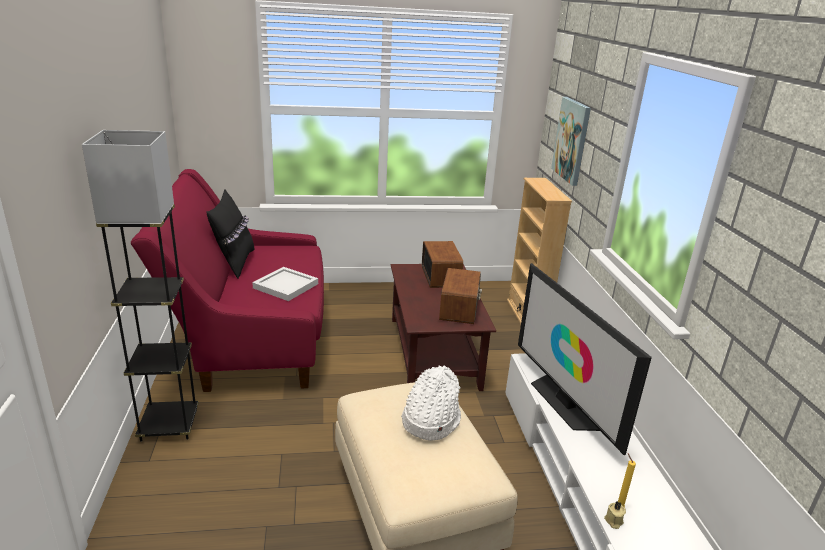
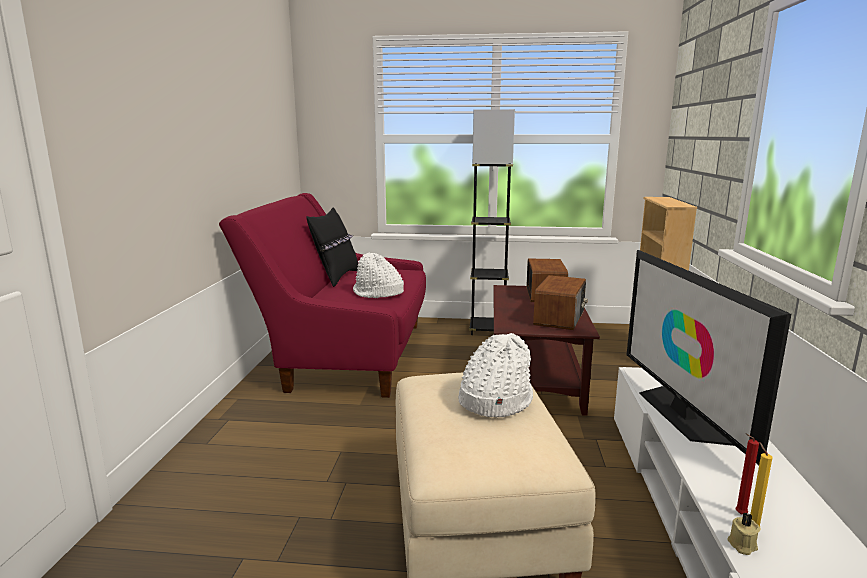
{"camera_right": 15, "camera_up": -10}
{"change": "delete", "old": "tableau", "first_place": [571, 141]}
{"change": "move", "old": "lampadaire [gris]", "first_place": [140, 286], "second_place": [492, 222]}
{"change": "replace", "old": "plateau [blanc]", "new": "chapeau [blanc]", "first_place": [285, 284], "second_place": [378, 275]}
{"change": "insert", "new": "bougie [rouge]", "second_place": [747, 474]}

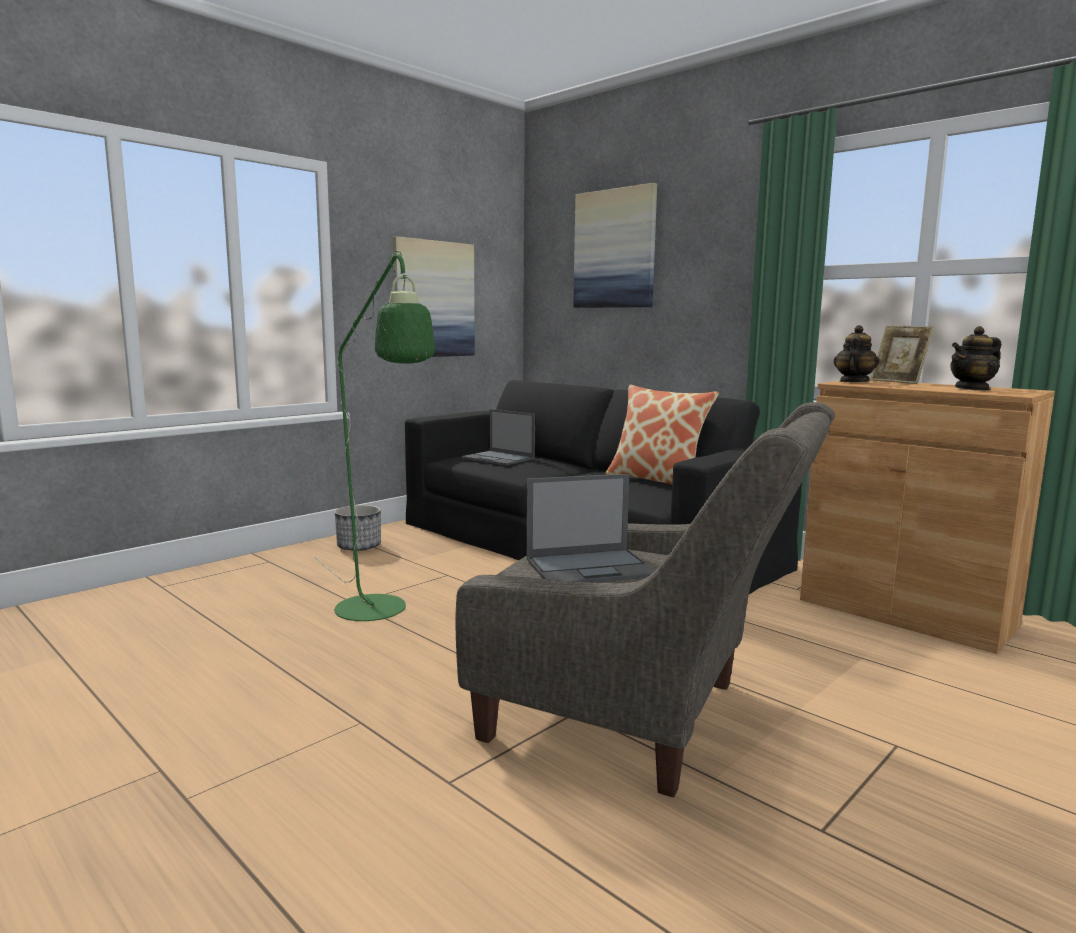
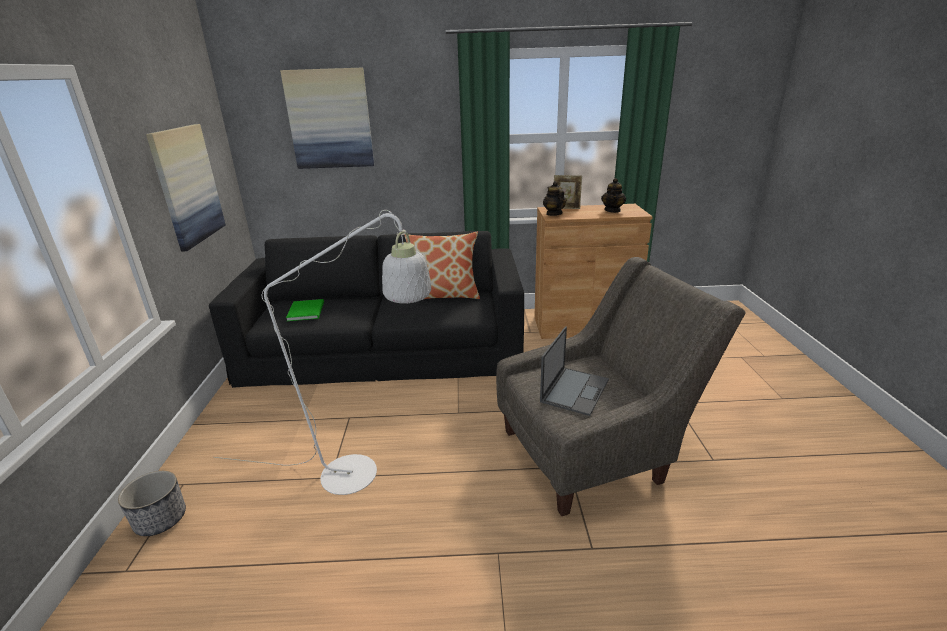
{"camera_right": -45, "camera_up": 15}
{"change": "recolor", "old": "lampadaire [vert]", "new": "lampadaire [blanc]", "first_place": [374, 436], "second_place": [322, 352]}
{"change": "replace", "old": "ordinateur portable", "new": "livre [vert]", "first_place": [498, 437], "second_place": [305, 310]}
{"change": "move", "old": "cache-pot", "first_place": [358, 528], "second_place": [152, 503]}

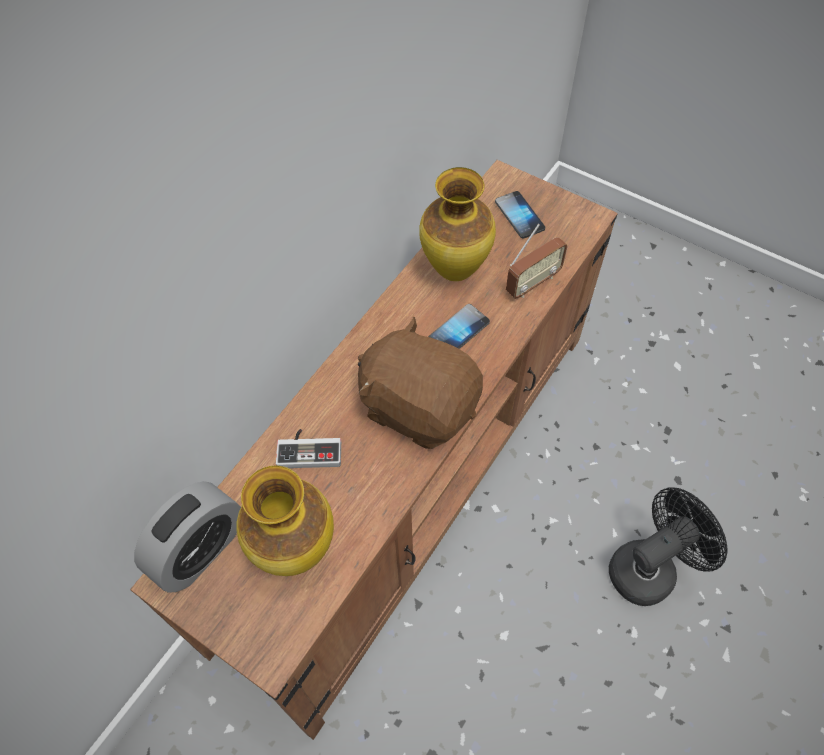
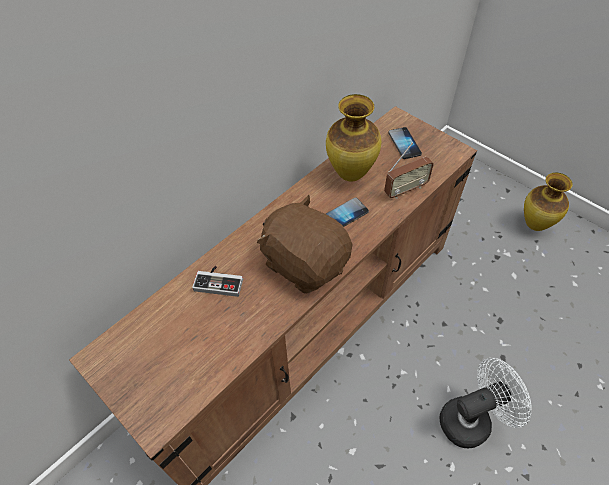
{"camera_right": 10, "camera_up": -5}
{"change": "move", "old": "vase", "first_place": [285, 520], "second_place": [548, 202]}
{"change": "delete", "old": "réveil", "first_place": [187, 537]}
{"change": "recolor", "old": "ventilateur [noir]", "new": "ventilateur [blanc]", "first_place": [668, 546], "second_place": [485, 403]}

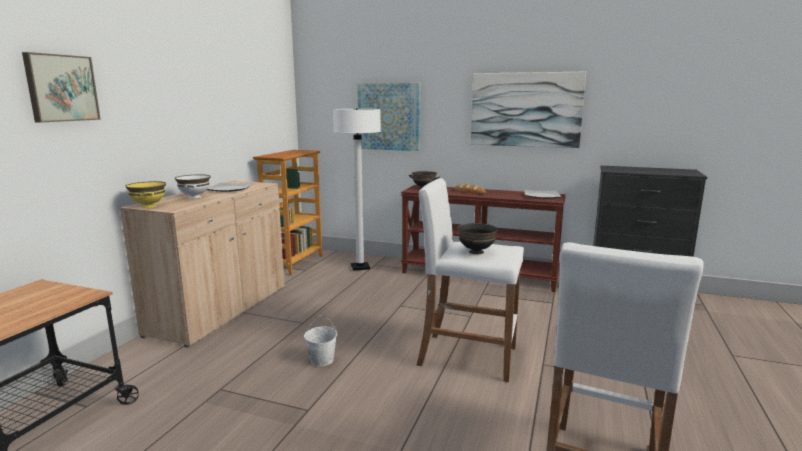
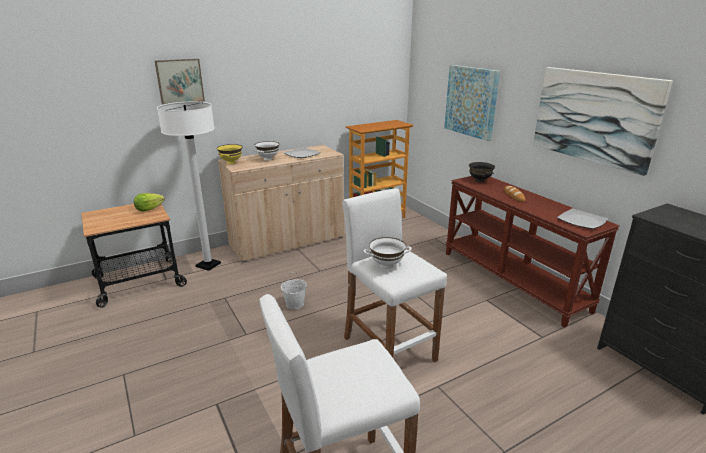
{"camera_right": 40, "camera_up": 10}
{"change": "move", "old": "lampadaire [blanc]", "first_place": [357, 189], "second_place": [189, 186]}
{"change": "recolor", "old": "bol [noir]", "new": "bol [blanc]", "first_place": [477, 238], "second_place": [387, 253]}
{"change": "insert", "new": "laitue", "second_place": [149, 202]}

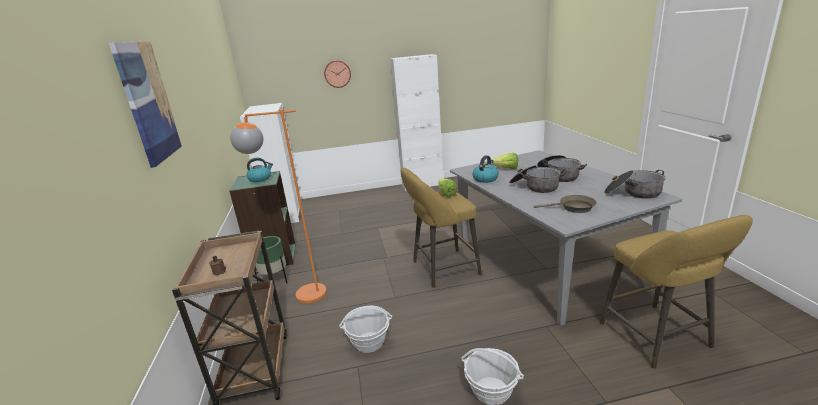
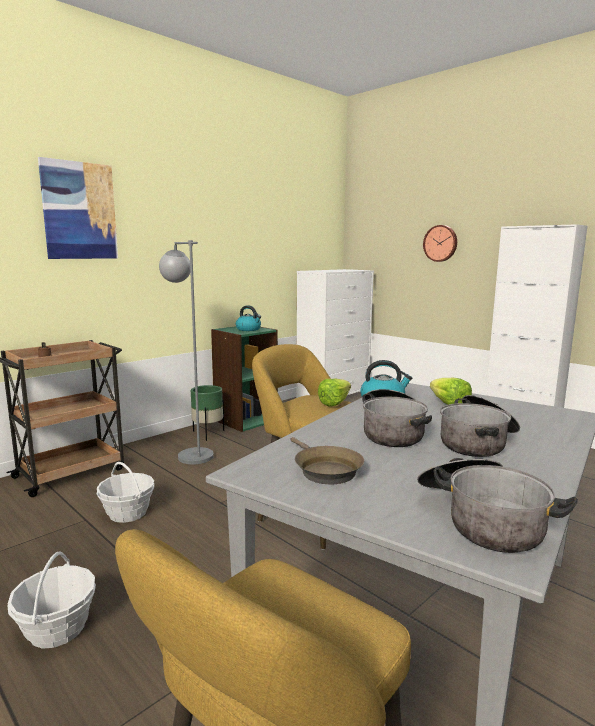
{"camera_right": 55, "camera_up": -10}
{"change": "recolor", "old": "lampadaire [orange]", "new": "lampadaire [gris]", "first_place": [278, 206], "second_place": [186, 352]}

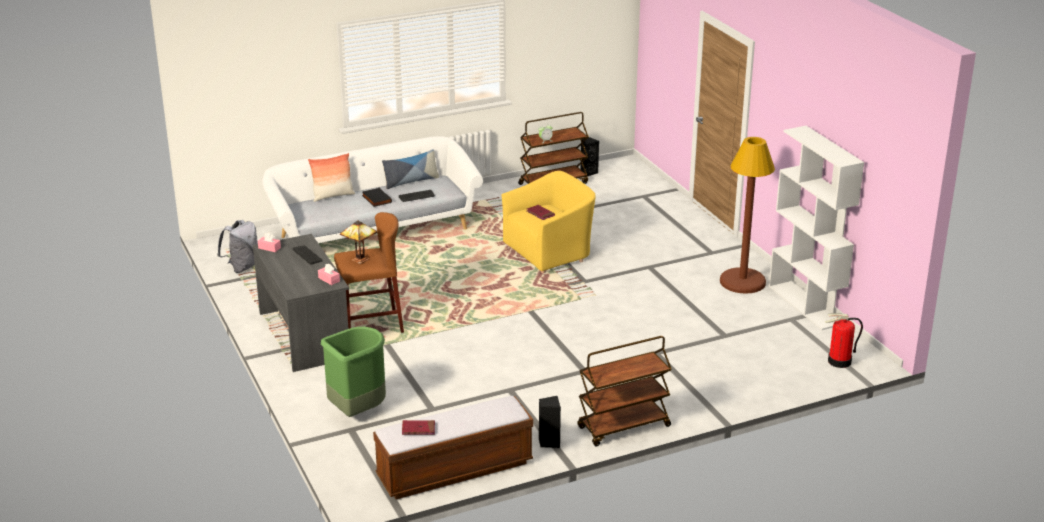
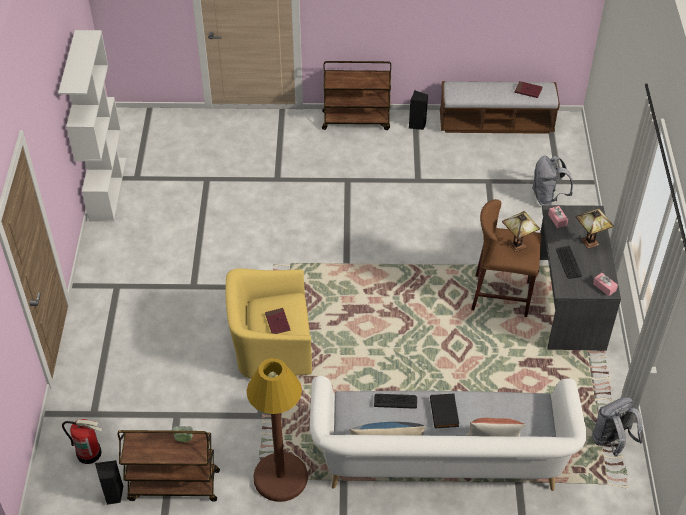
{"camera_right": -155, "camera_up": 20}
{"change": "move", "old": "lampadaire [marron]", "first_place": [747, 215], "second_place": [277, 430]}
{"change": "move", "old": "extincteur", "first_place": [844, 340], "second_place": [82, 441]}
{"change": "replace", "old": "poubelle [vert]", "new": "sac à dos [gris]", "first_place": [353, 372], "second_place": [552, 181]}
{"change": "insert", "new": "lampe de table", "second_place": [594, 228]}

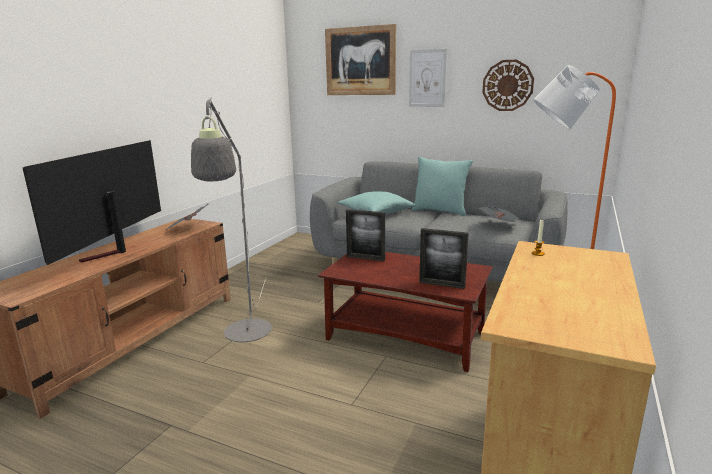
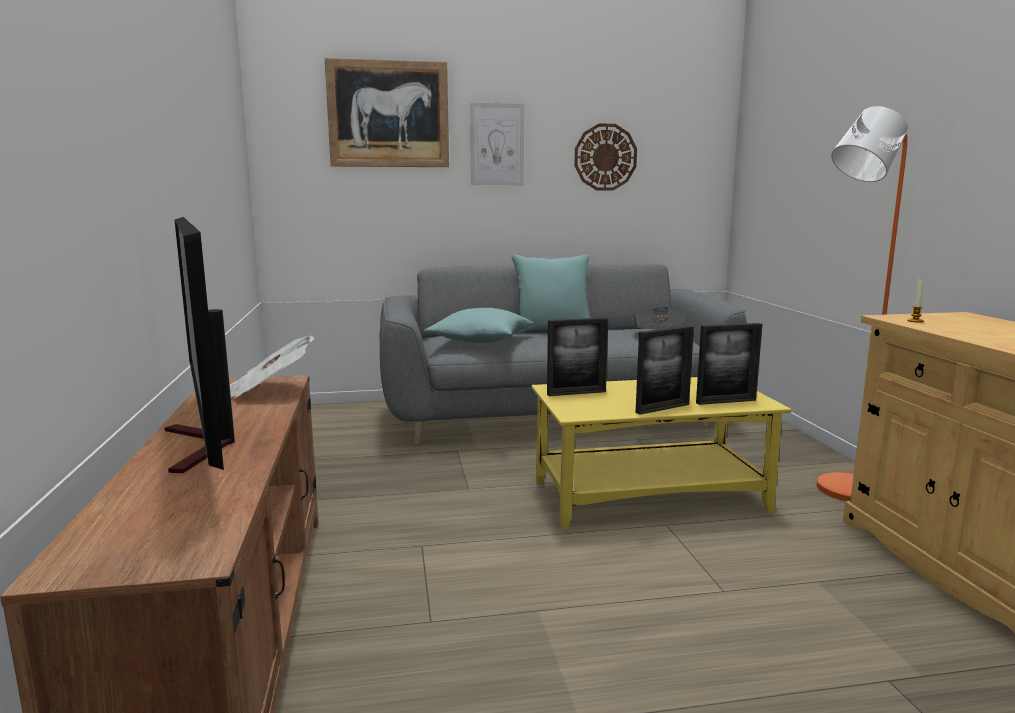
{"camera_right": -35, "camera_up": -5}
{"change": "delete", "old": "lampadaire [gris]", "first_place": [231, 219]}
{"change": "recolor", "old": "table basse [marron]", "new": "table basse [jaune]", "first_place": [405, 312], "second_place": [661, 453]}
{"change": "insert", "new": "cadre photo", "second_place": [664, 370]}

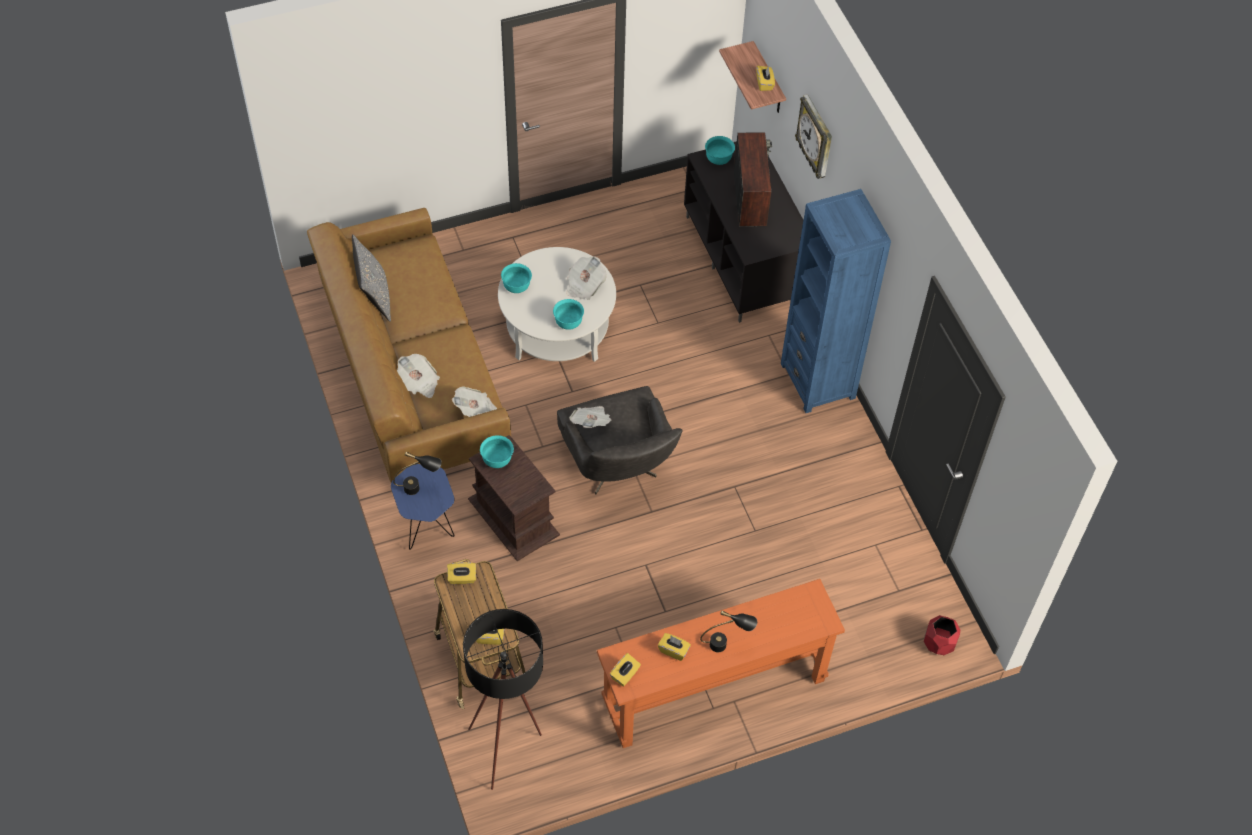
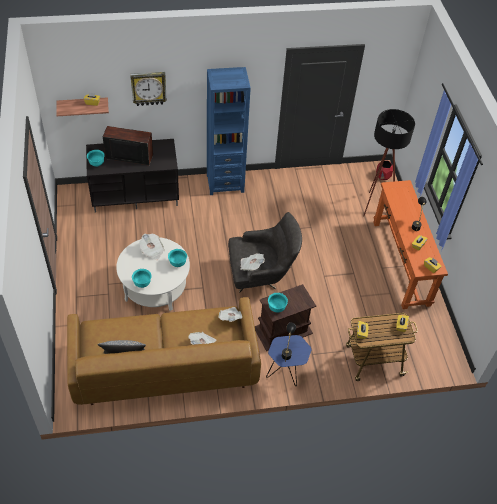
{"camera_right": -80, "camera_up": -5}
{"change": "move", "old": "lampadaire [noir]", "first_place": [503, 699], "second_place": [389, 163]}

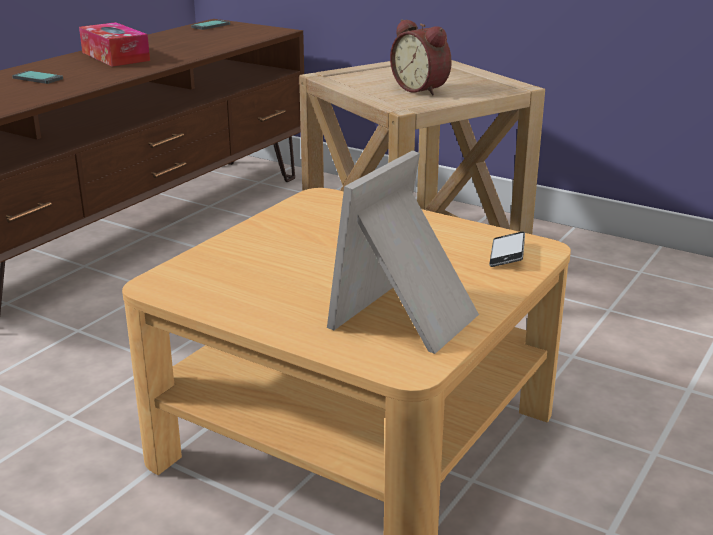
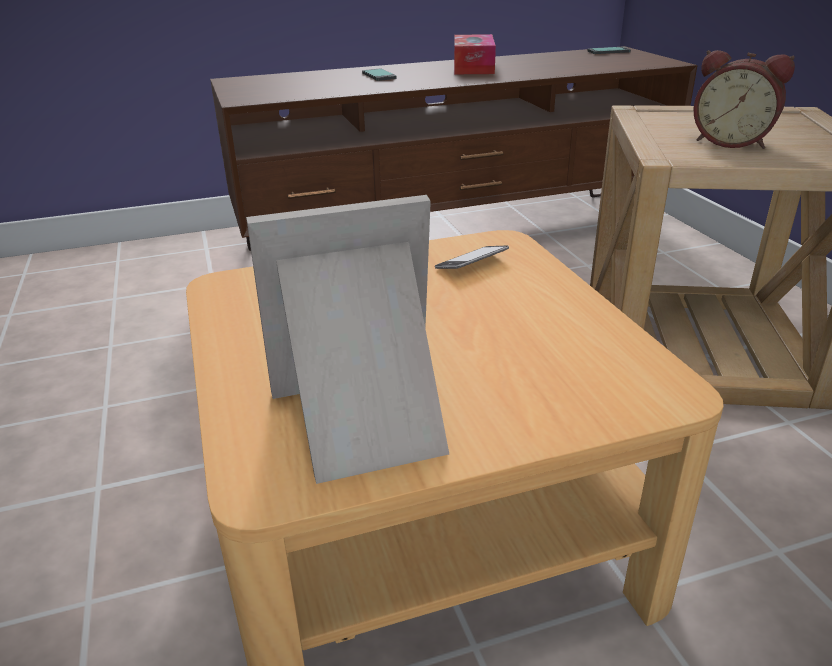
{"camera_right": 40, "camera_up": 5}
{"change": "rotate", "old": "réveil", "first_place": [421, 57], "second_place": [744, 99], "degrees": -60}
{"change": "move", "old": "téléphone", "first_place": [507, 249], "second_place": [472, 257]}

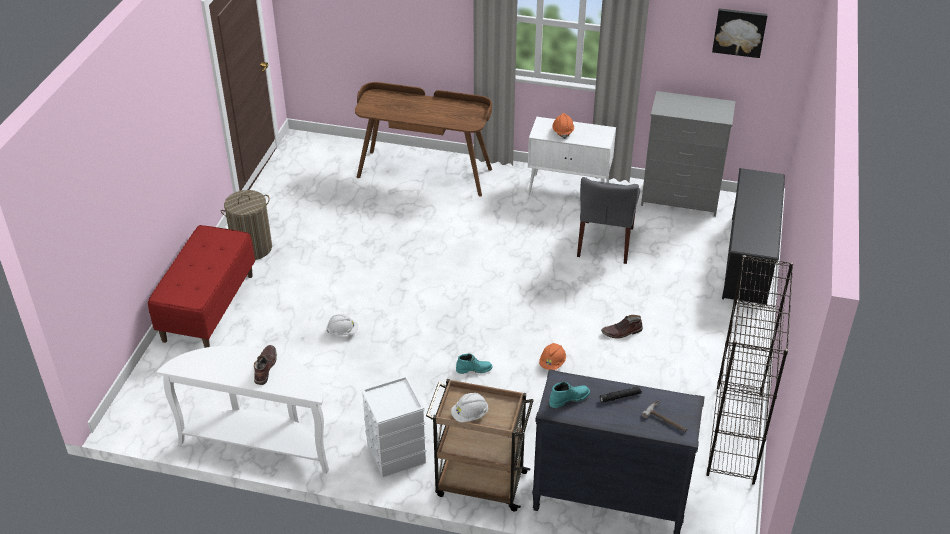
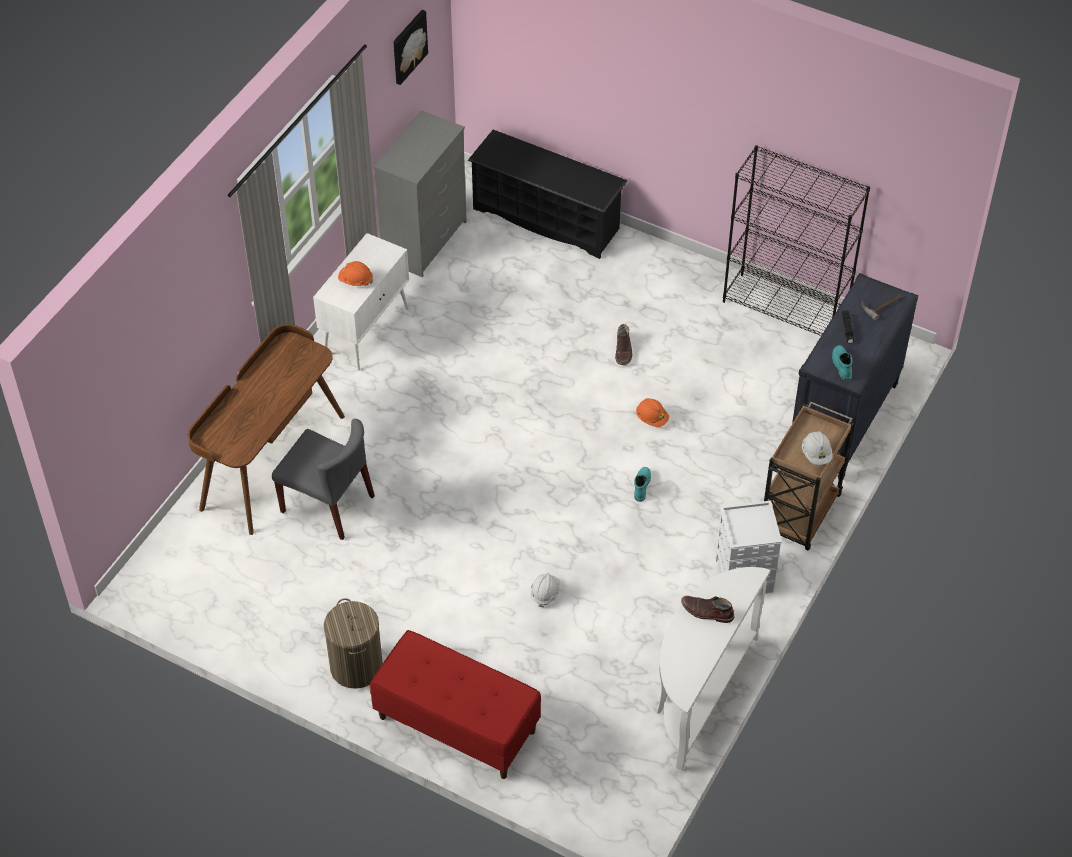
{"camera_right": -75, "camera_up": 10}
{"change": "move", "old": "chaise [gris]", "first_place": [608, 220], "second_place": [323, 479]}

